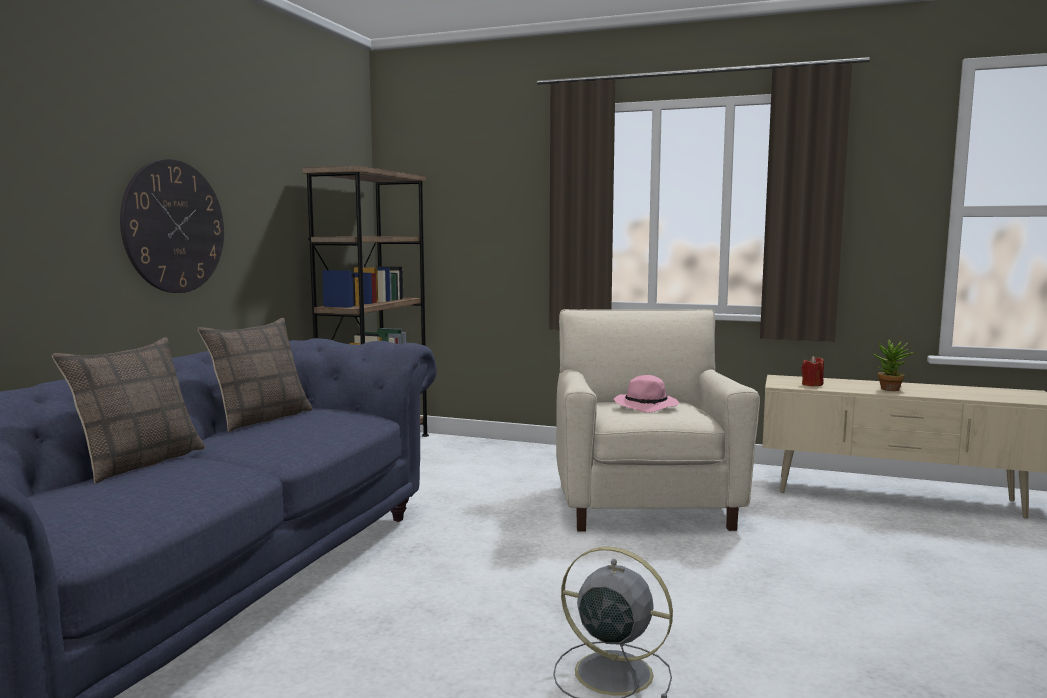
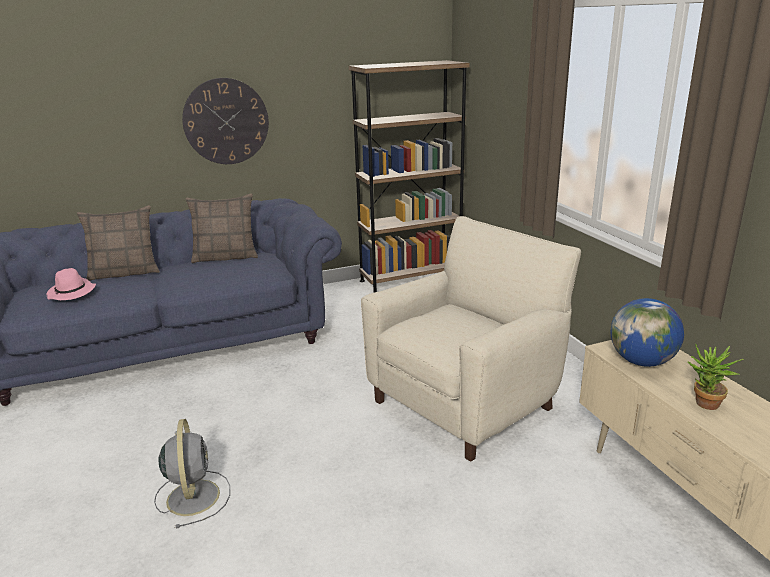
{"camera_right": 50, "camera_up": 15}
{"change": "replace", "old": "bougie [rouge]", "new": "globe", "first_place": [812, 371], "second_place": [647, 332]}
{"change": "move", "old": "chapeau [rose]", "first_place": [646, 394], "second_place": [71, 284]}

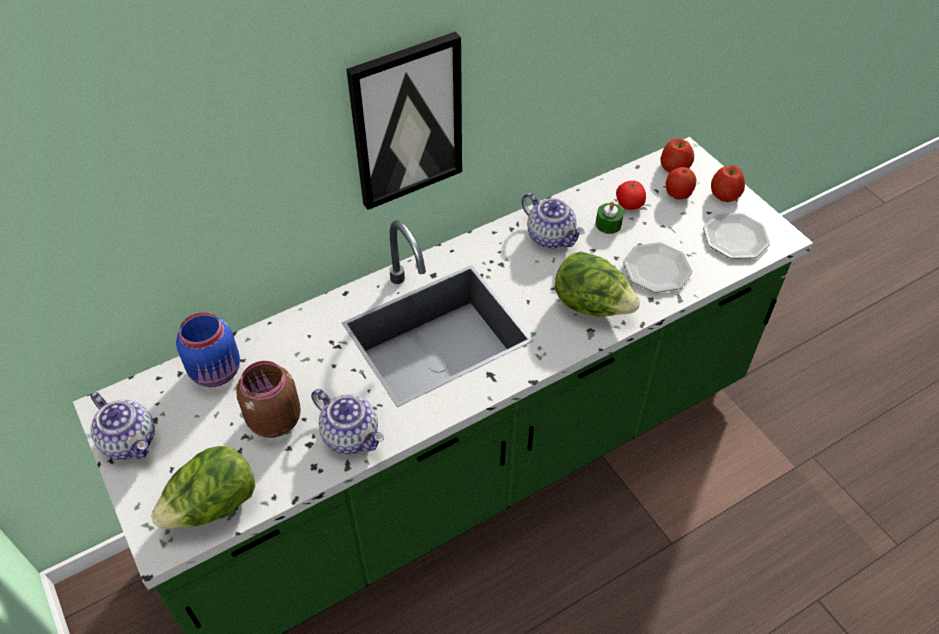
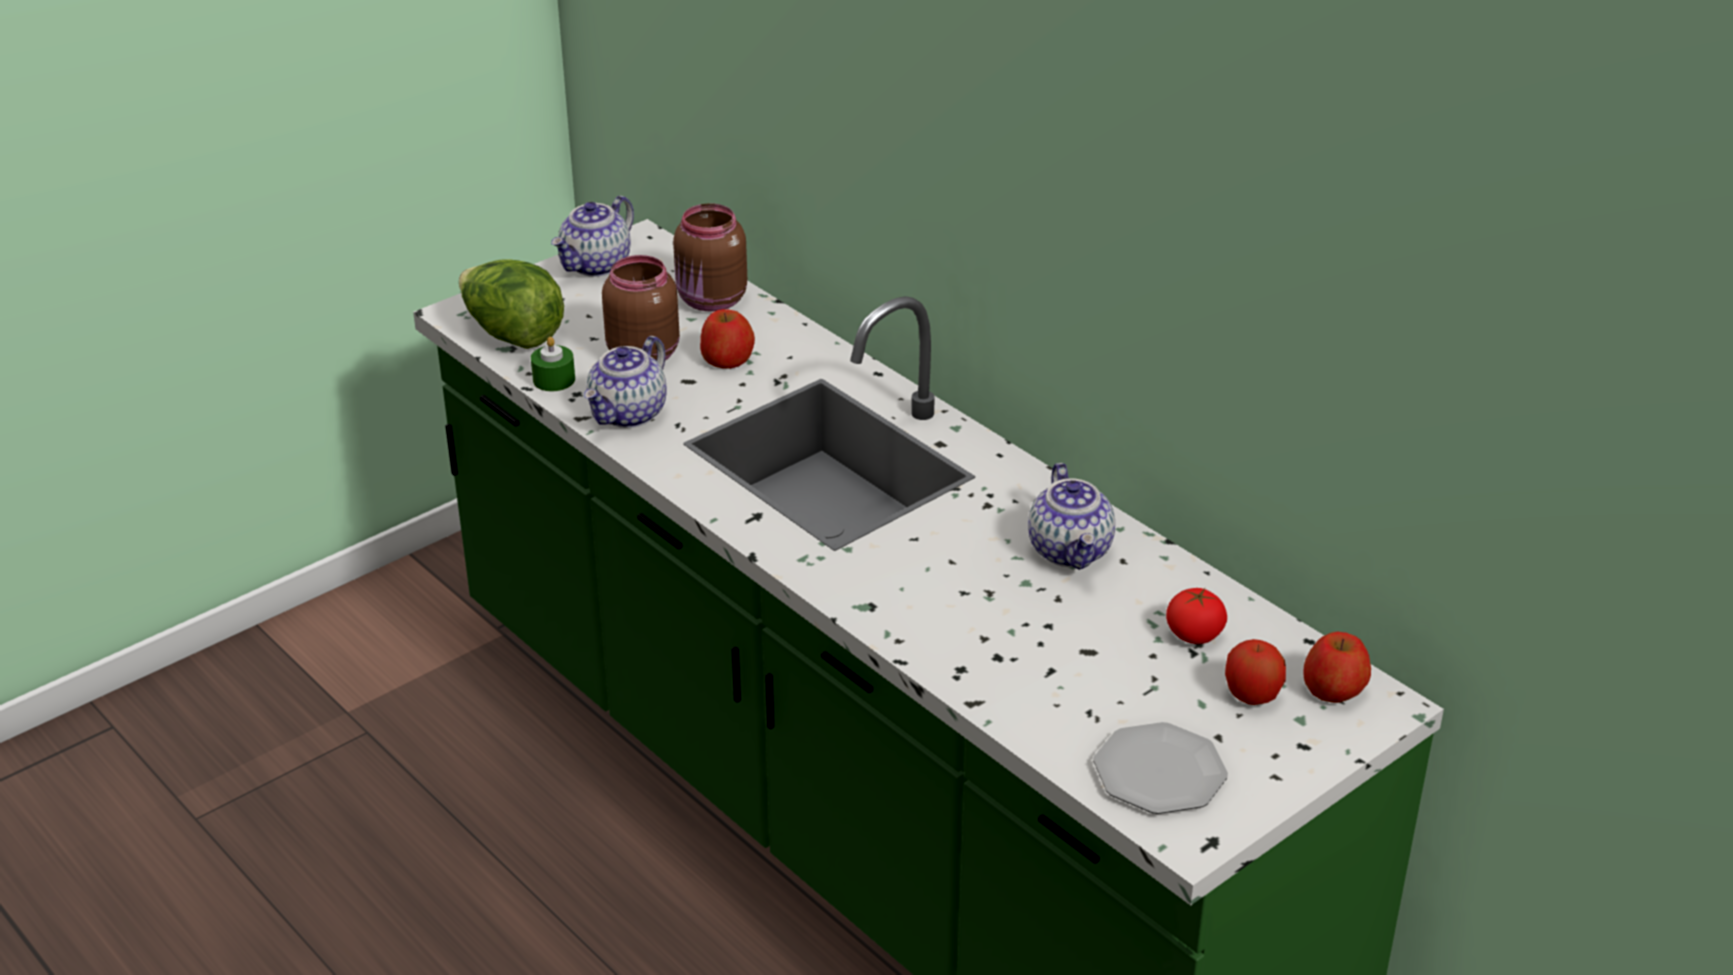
{"camera_right": 80, "camera_up": -15}
{"change": "delete", "old": "tableau", "first_place": [404, 121]}
{"change": "move", "old": "pomme", "first_place": [728, 183], "second_place": [727, 339]}
{"change": "rotate", "old": "théière", "first_place": [553, 220], "second_place": [1071, 516], "degrees": -45}
{"change": "move", "old": "bougie [vert]", "first_place": [610, 217], "second_place": [553, 364]}
{"change": "delete", "old": "assiette", "first_place": [657, 267]}
{"change": "delete", "old": "laitue", "first_place": [597, 283]}
{"change": "recolor", "old": "bocal [bleu]", "new": "bocal [marron]", "first_place": [208, 349], "second_place": [710, 257]}

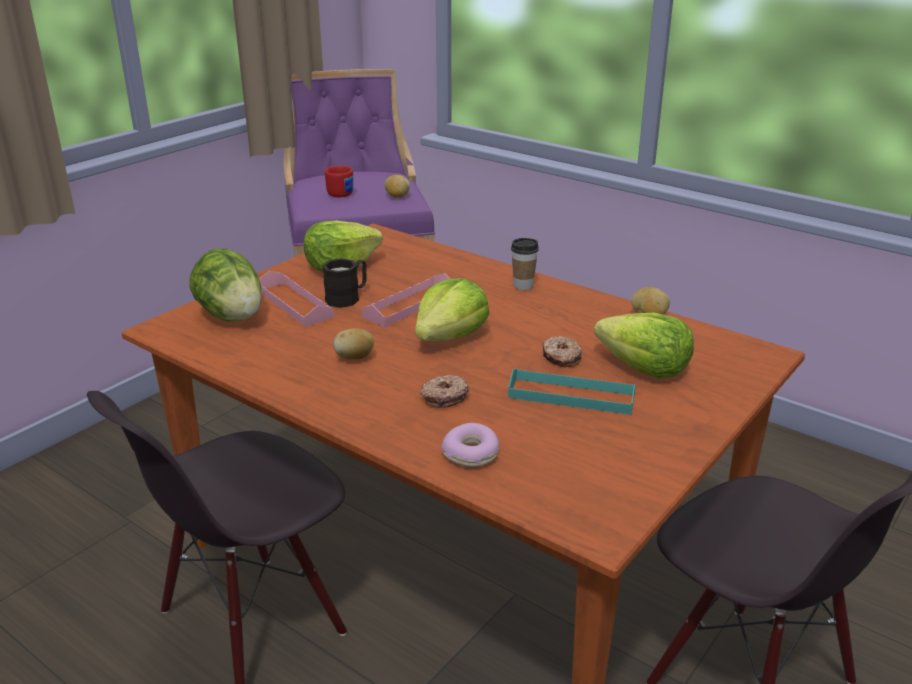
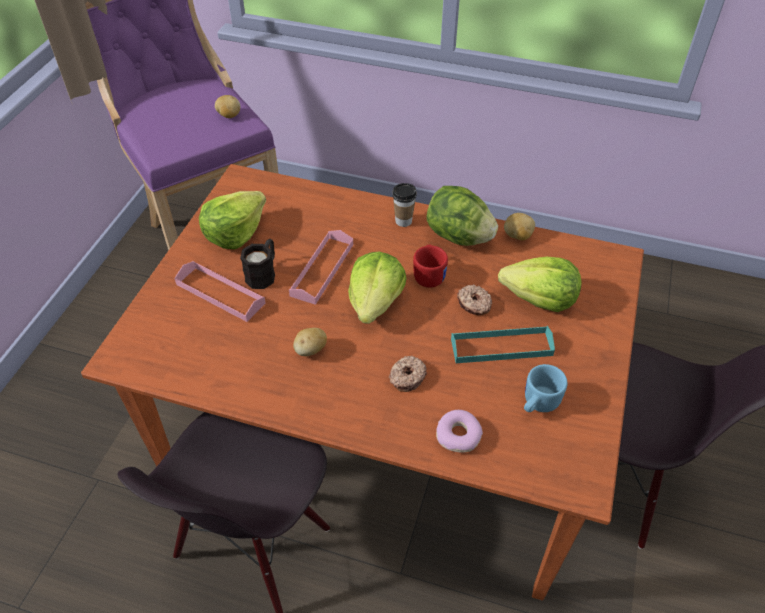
{"camera_right": -20, "camera_up": 20}
{"change": "move", "old": "mug [rouge]", "first_place": [339, 181], "second_place": [430, 266]}
{"change": "move", "old": "laitue", "first_place": [225, 285], "second_place": [462, 216]}
{"change": "insert", "new": "mug [bleu]", "second_place": [545, 388]}

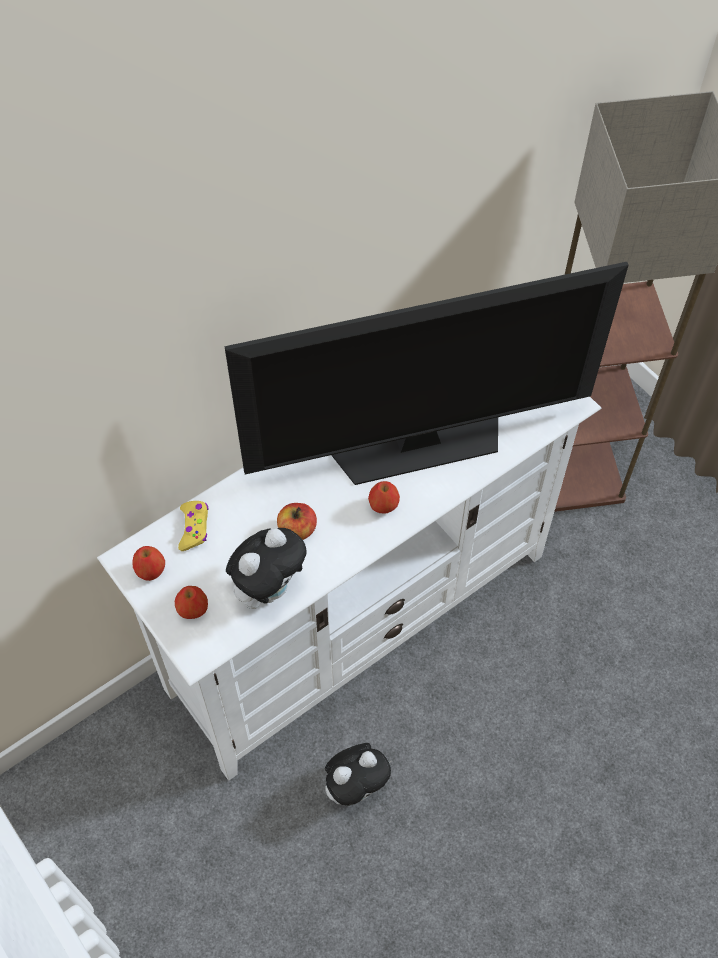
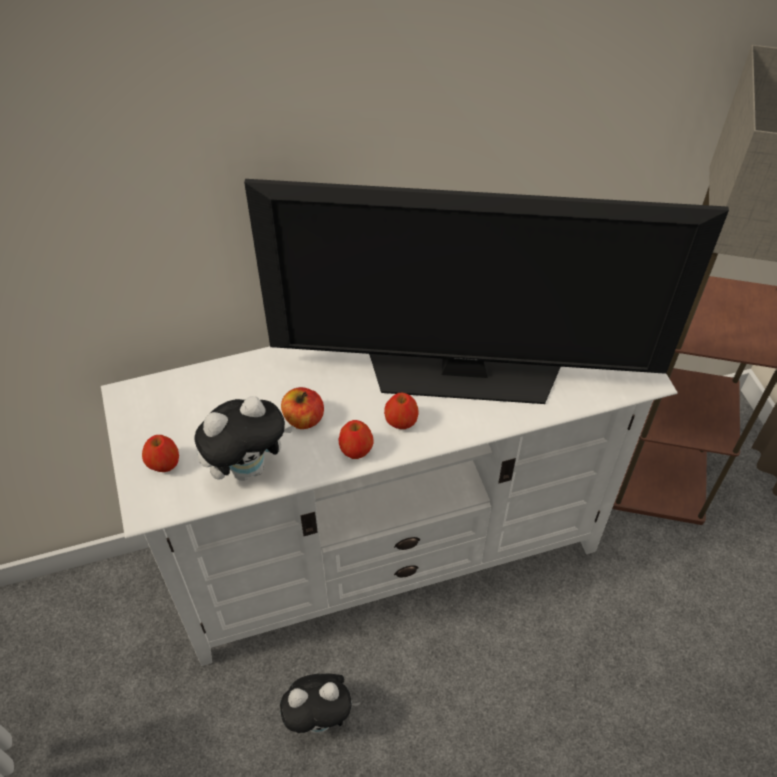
{"camera_right": 20, "camera_up": -5}
{"change": "delete", "old": "manette [jaune]", "first_place": [193, 526]}
{"change": "move", "old": "pomme", "first_place": [149, 563], "second_place": [356, 439]}

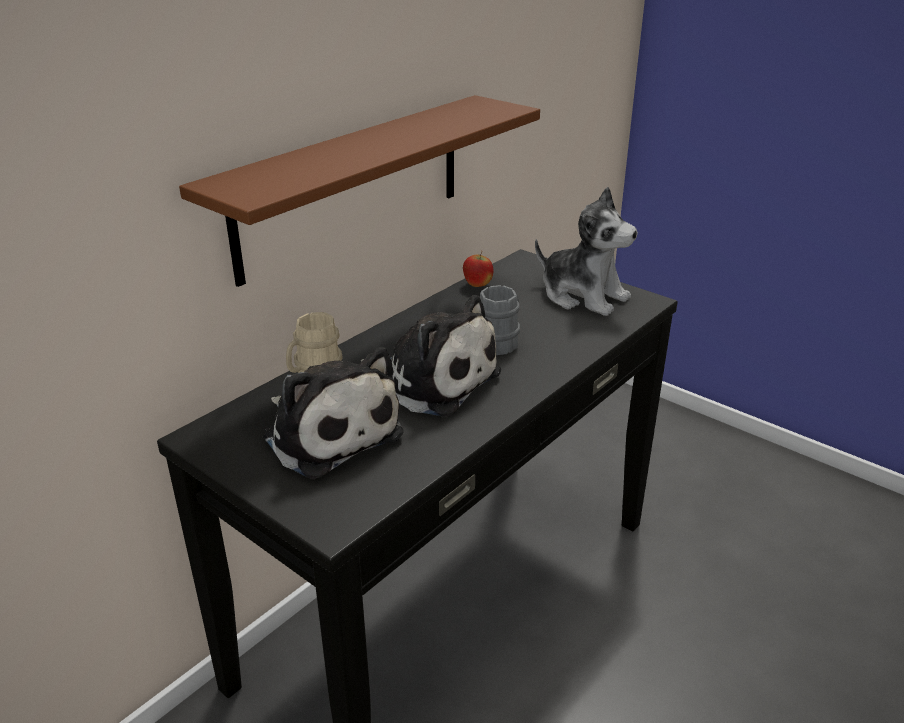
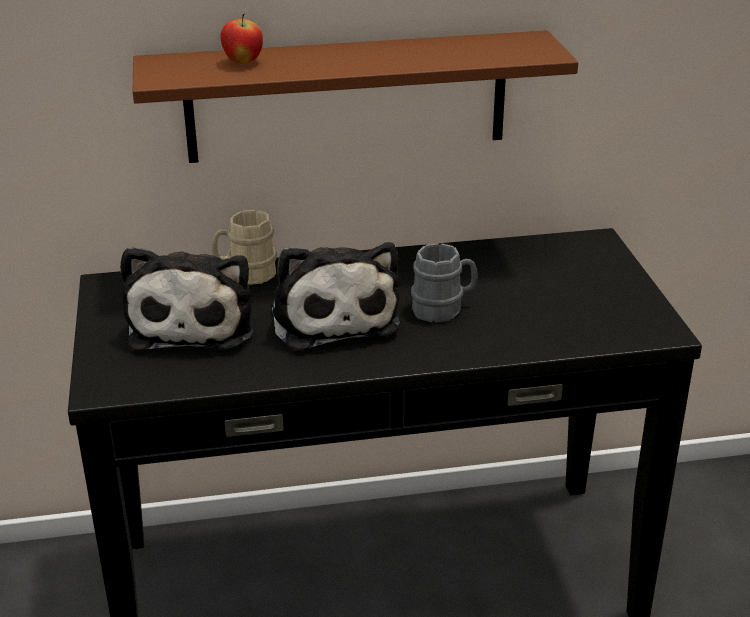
{"camera_right": 40, "camera_up": 0}
{"change": "delete", "old": "peluche", "first_place": [586, 251]}
{"change": "move", "old": "pomme", "first_place": [478, 269], "second_place": [241, 38]}

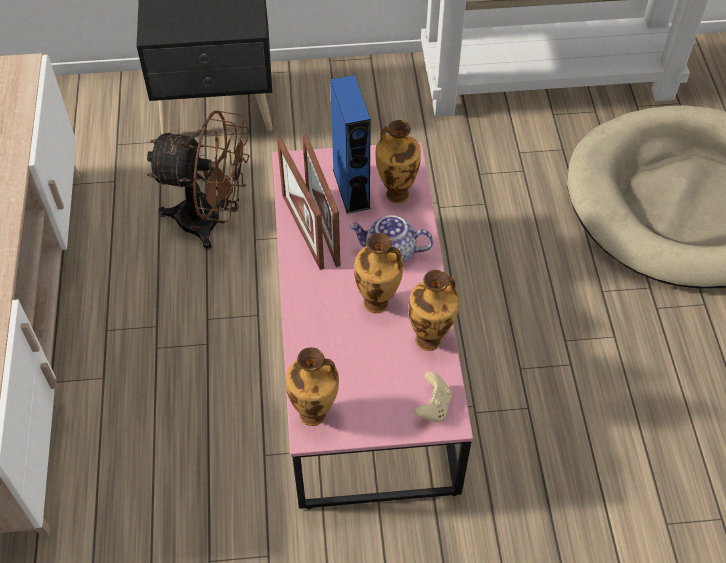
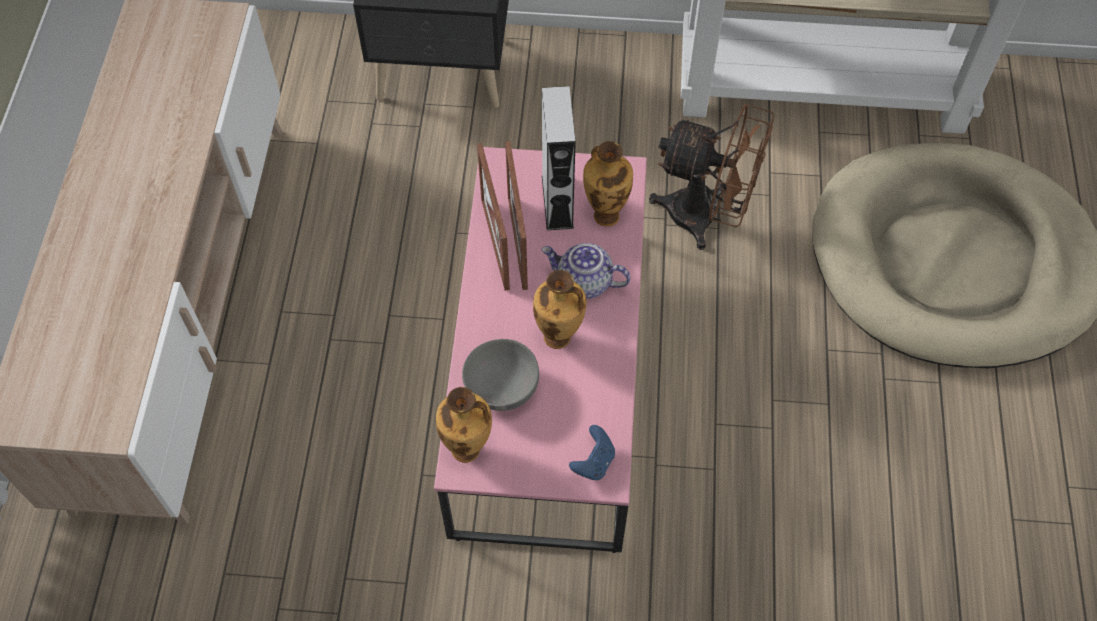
{"camera_right": 10, "camera_up": 5}
{"change": "recolor", "old": "enceinte [bleu]", "new": "enceinte [gris]", "first_place": [350, 144], "second_place": [559, 158]}
{"change": "move", "old": "ventilateur [marron]", "first_place": [198, 180], "second_place": [711, 177]}
{"change": "delete", "old": "vase", "first_place": [434, 310]}
{"change": "recolor", "old": "manette [beige]", "new": "manette [bleu]", "first_place": [433, 396], "second_place": [592, 452]}
{"change": "insert", "new": "bol [gris]", "second_place": [500, 375]}

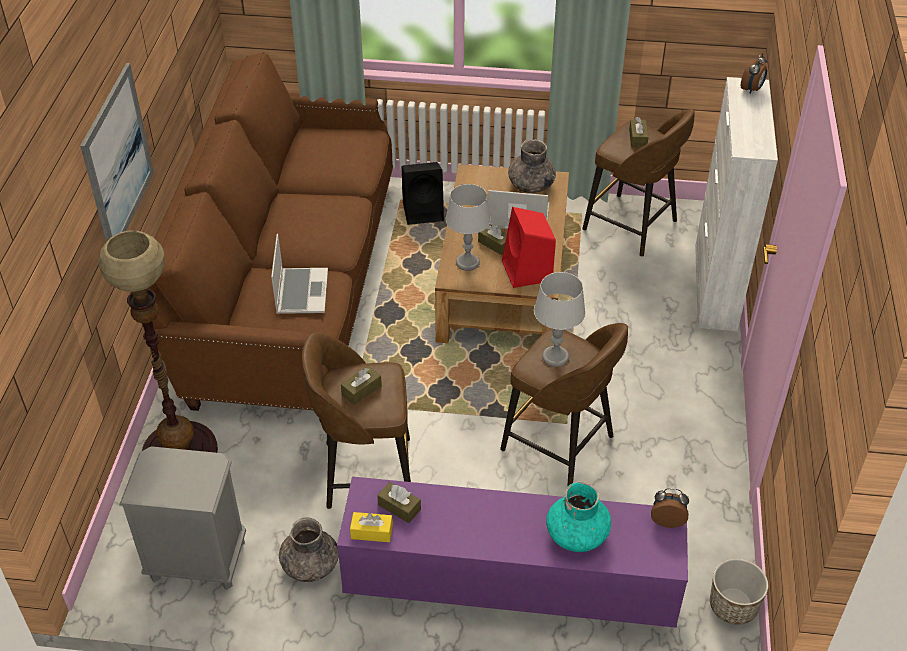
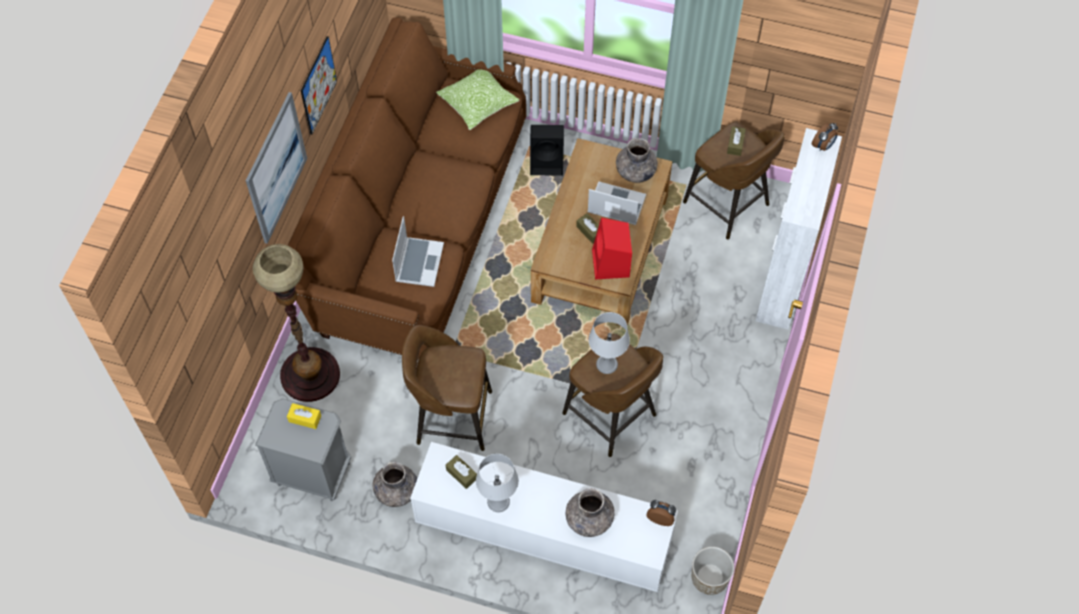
{"camera_right": 10, "camera_up": 15}
{"change": "move", "old": "lampe de table [gris]", "first_place": [468, 227], "second_place": [497, 483]}
{"change": "delete", "old": "boîte à mouchoirs [marron]", "first_place": [361, 385]}
{"change": "recolor", "old": "meuble télé [violet]", "new": "meuble télé [blanc]", "first_place": [512, 552], "second_place": [544, 517]}
{"change": "recolor", "old": "vase [turquoise]", "new": "vase [gris]", "first_place": [578, 517], "second_place": [590, 512]}
{"change": "move", "old": "boîte à mouchoirs [jaune]", "first_place": [371, 527], "second_place": [304, 416]}
{"change": "insert", "new": "tableau", "second_place": [318, 85]}
{"change": "insert", "new": "coussin", "second_place": [477, 99]}

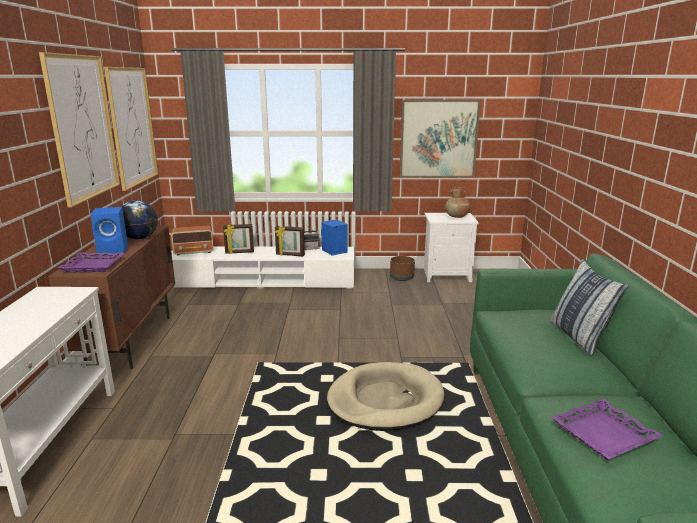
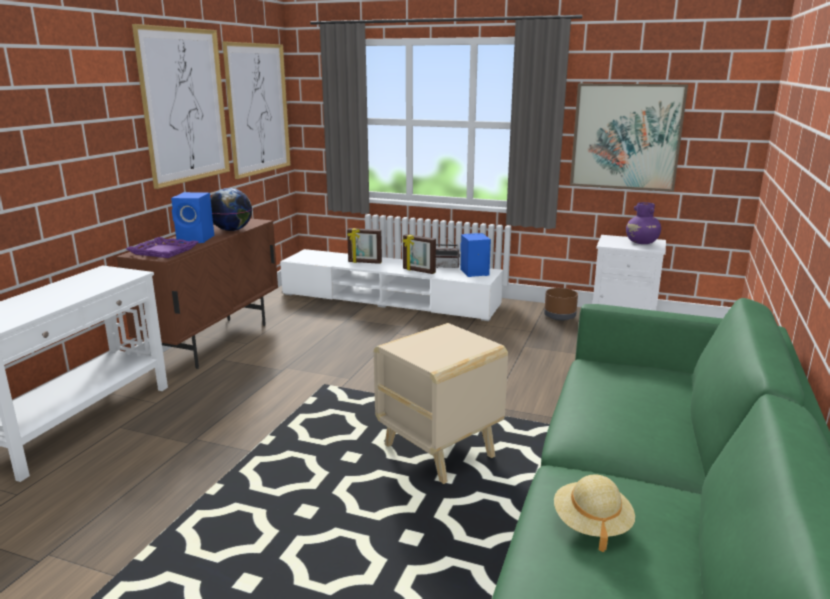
{"camera_right": 20, "camera_up": 0}
{"change": "recolor", "old": "vase [marron]", "new": "vase [violet]", "first_place": [457, 202], "second_place": [643, 223]}
{"change": "delete", "old": "radio", "first_place": [192, 241]}
{"change": "delete", "old": "coussin", "first_place": [589, 307]}
{"change": "replace", "old": "panier pour chien [beige]", "new": "table d'appoint [beige]", "first_place": [385, 396], "second_place": [441, 403]}
{"change": "replace", "old": "plateau [violet]", "new": "chapeau [beige]", "first_place": [607, 429], "second_place": [594, 513]}

